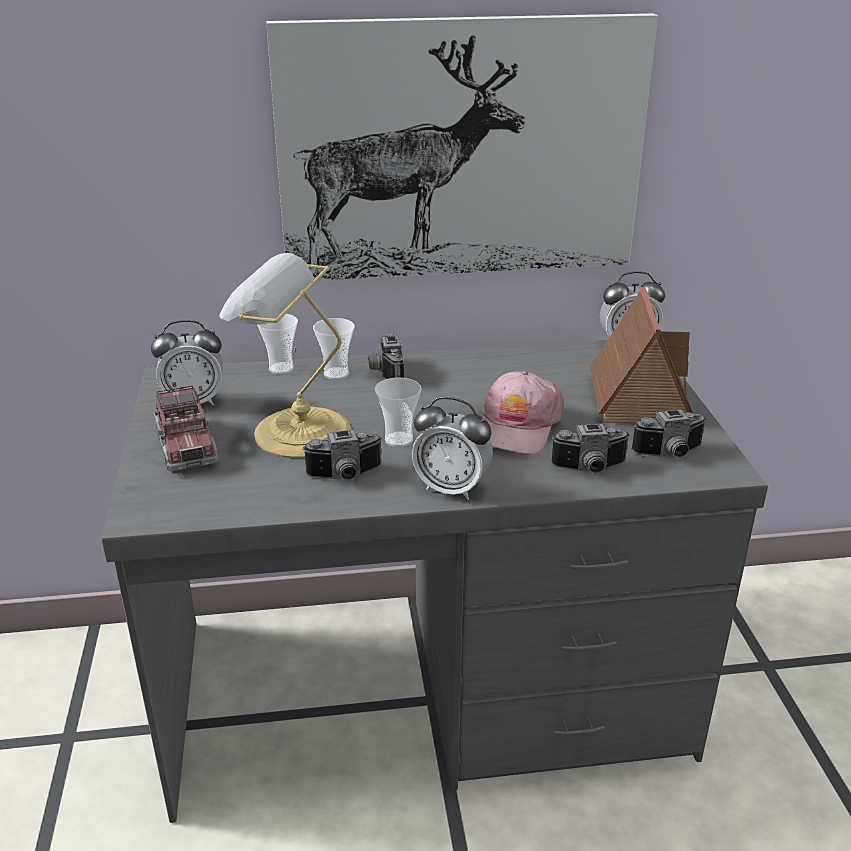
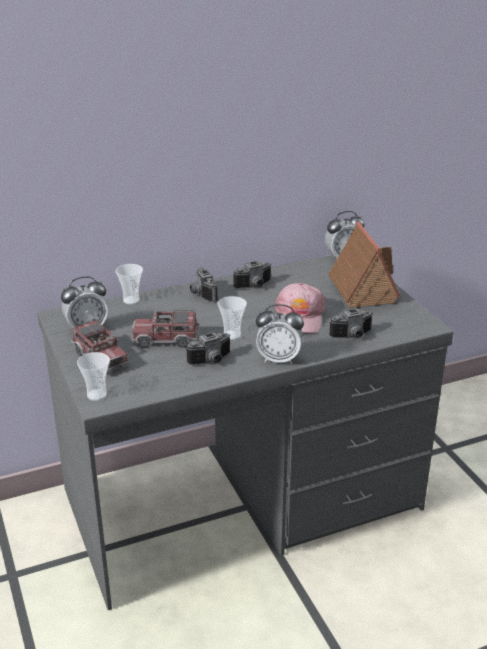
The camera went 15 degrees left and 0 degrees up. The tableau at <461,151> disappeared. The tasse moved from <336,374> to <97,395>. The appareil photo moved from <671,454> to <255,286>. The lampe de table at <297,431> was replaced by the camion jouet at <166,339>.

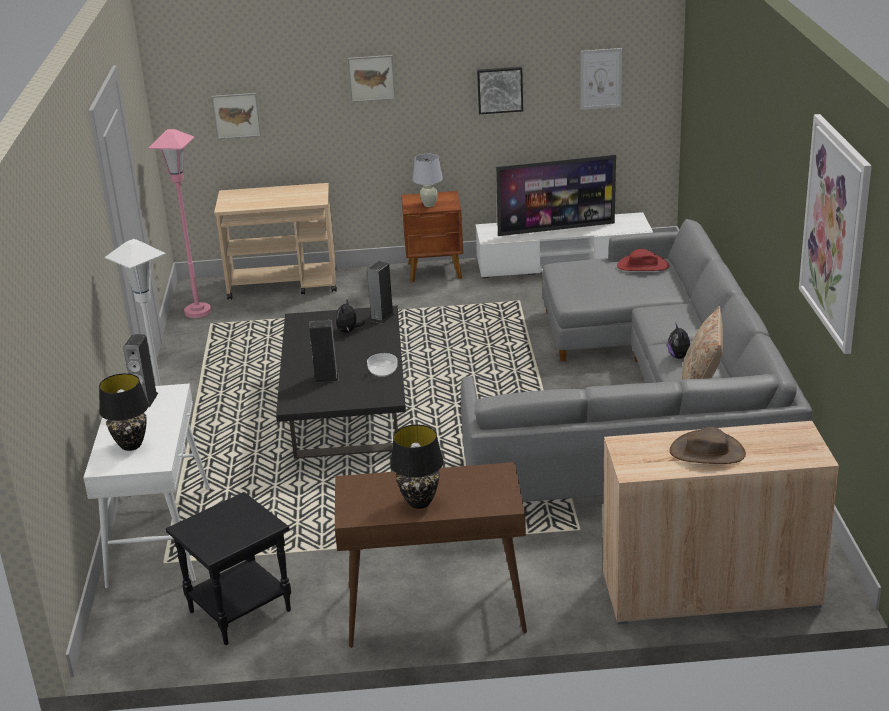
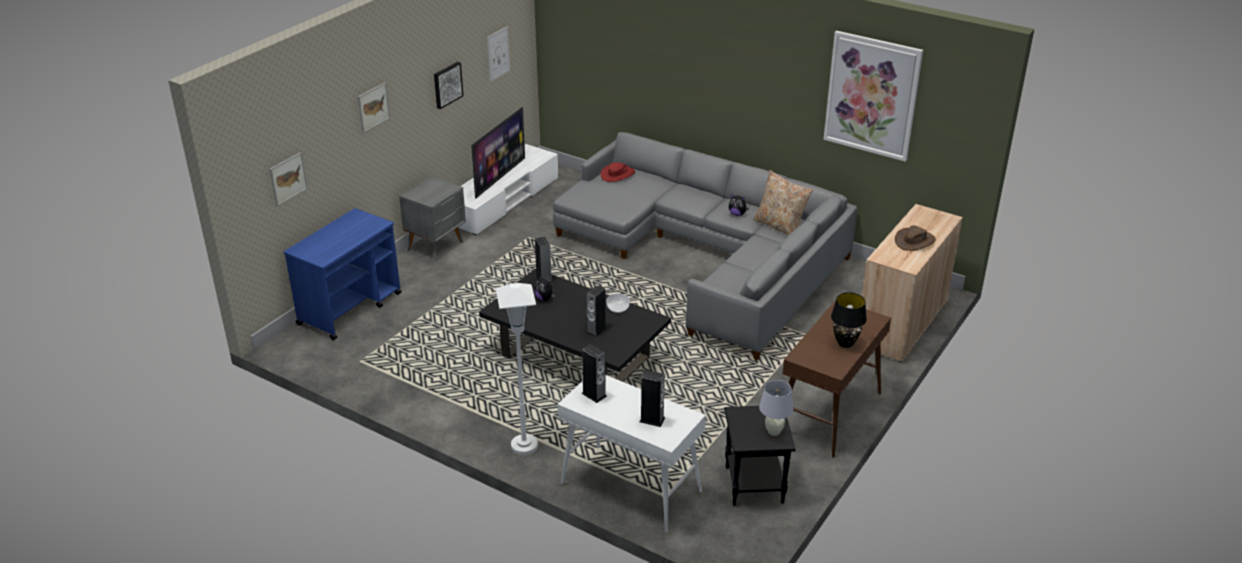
The camera went 55 degrees left and 5 degrees up. The lampadaire (rose) at <198,312> disappeared. The lampe de table (blanc) moved from <429,205> to <774,431>. The lampe de table (noir) at <131,445> was replaced by the enceinte at <652,419>. The chariot (beige) at <284,284> became the chariot (bleu) at <350,308>. The table de chevet (marron) at <435,271> became the table de chevet (gris) at <436,246>.

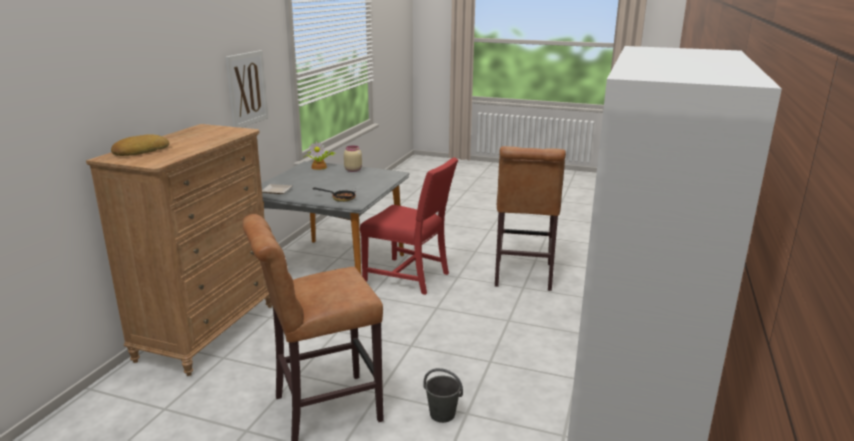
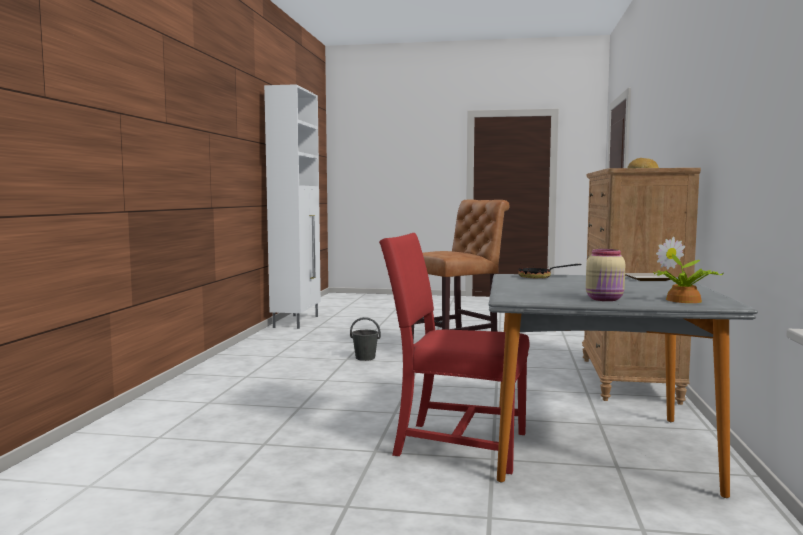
The camera went 170 degrees right and 15 degrees down. The tableau at <247,89> disappeared. The tabouret (marron) at <523,277> disappeared.

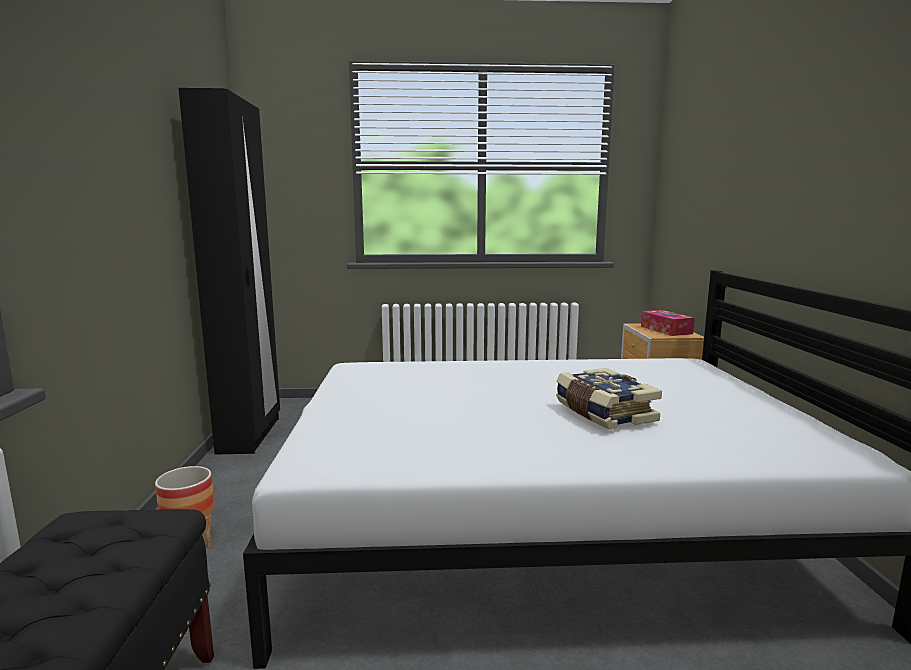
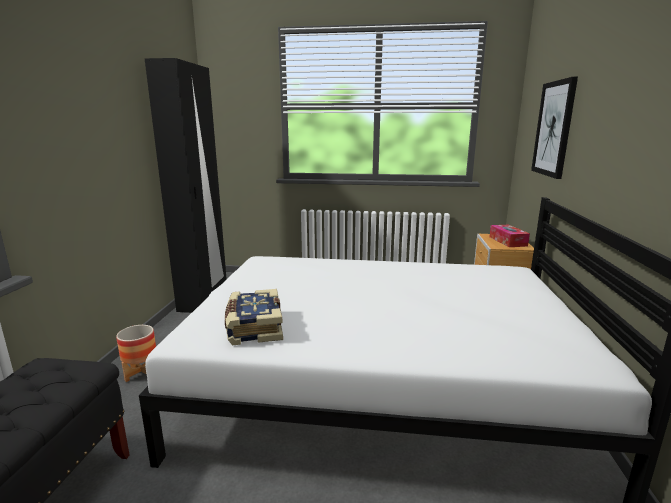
The camera went 10 degrees right and 5 degrees up. The tableau at <554,129> appeared. The livre moved from <603,413> to <253,327>.

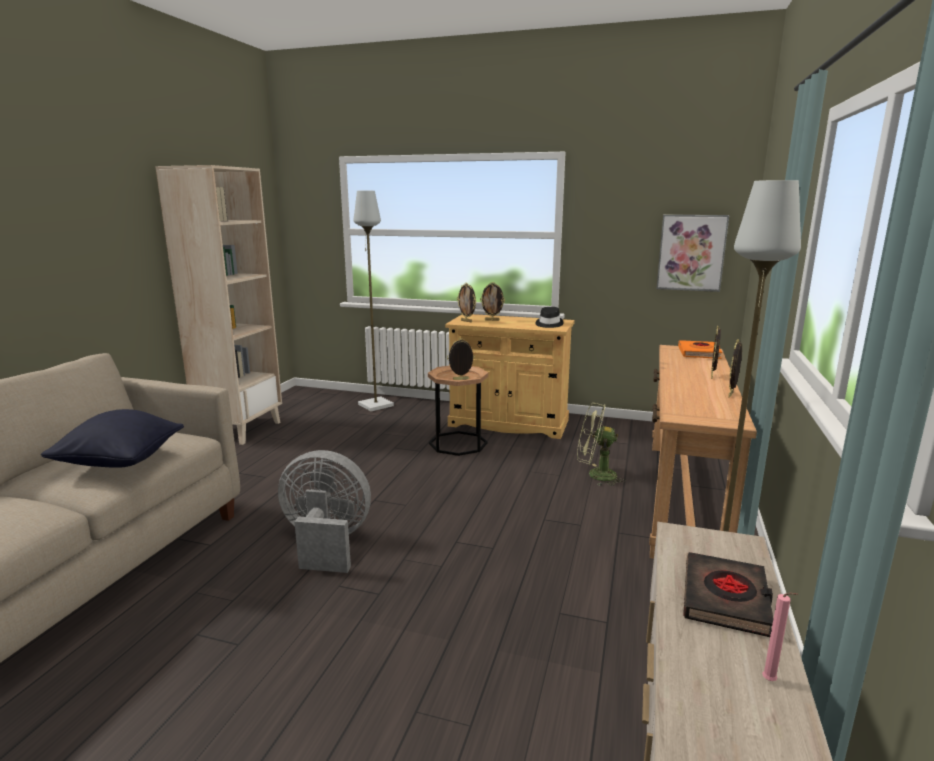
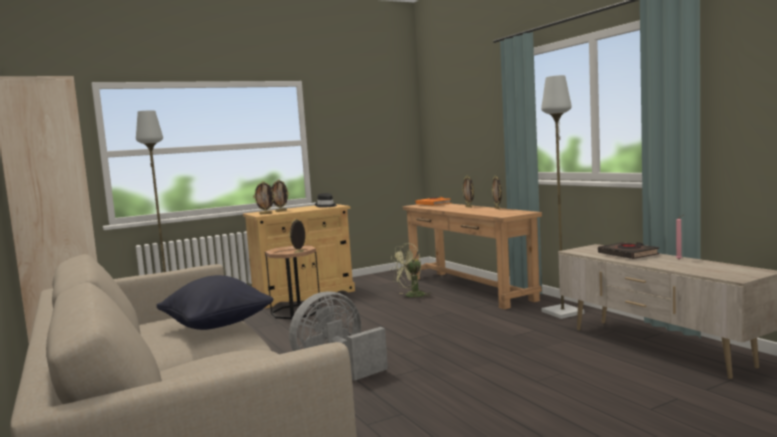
The camera went 45 degrees left and 10 degrees down. The tableau at <691,252> disappeared.

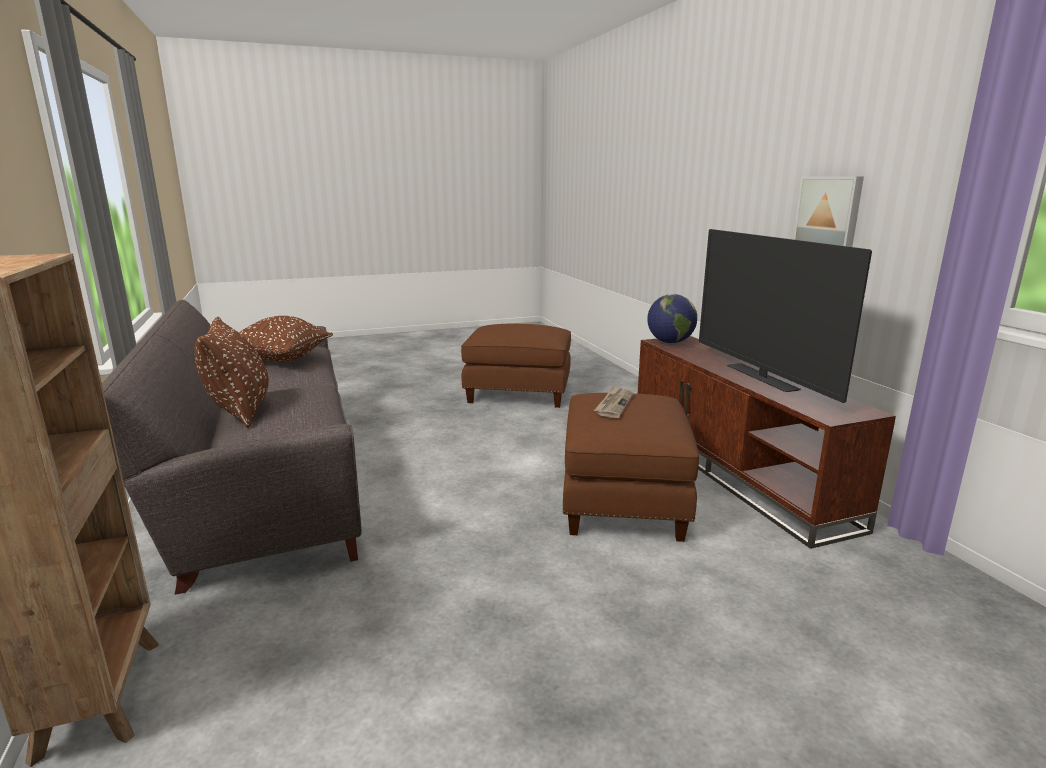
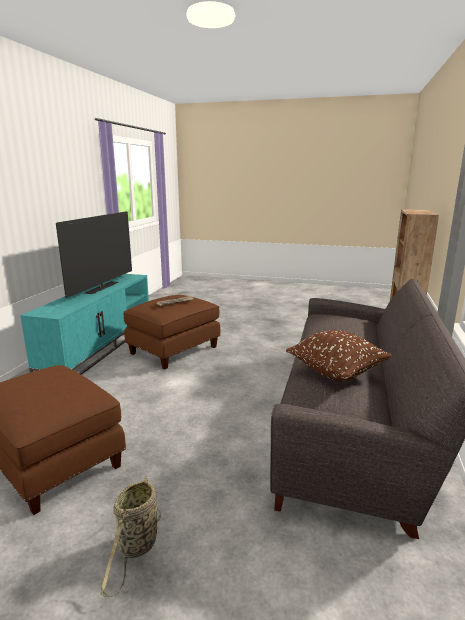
The camera went 145 degrees left and 0 degrees up. The coussin (marron) at <240,411> disappeared. The globe at <670,342> disappeared. The tableau at <829,213> disappeared. The panier at <137,548> appeared. The meuble télé (marron) at <734,470> became the meuble télé (turquoise) at <99,346>.

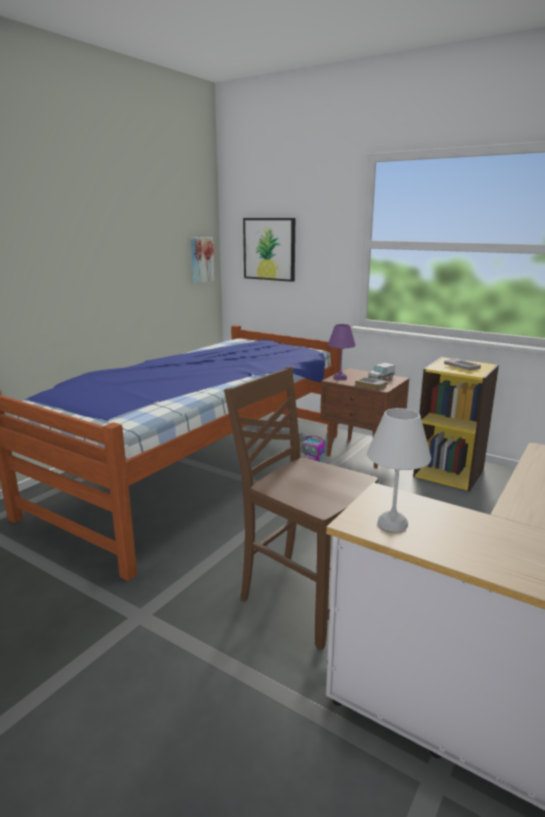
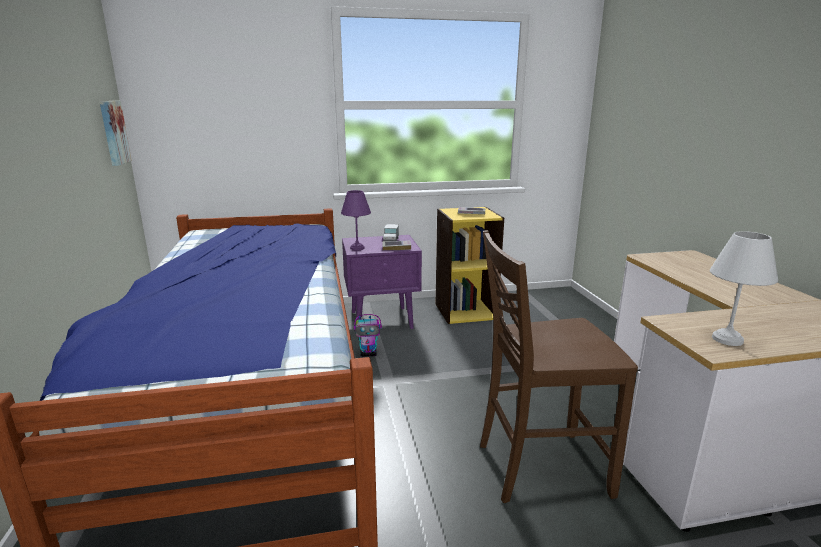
The camera went 45 degrees left and 0 degrees up. The tableau at <269,249> disappeared. The table de chevet (marron) at <362,453> became the table de chevet (violet) at <382,320>.

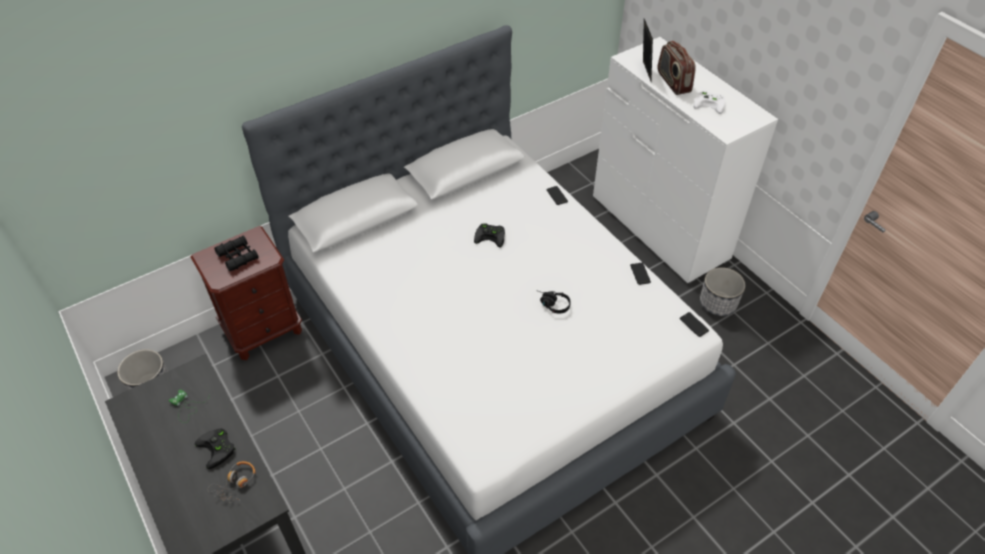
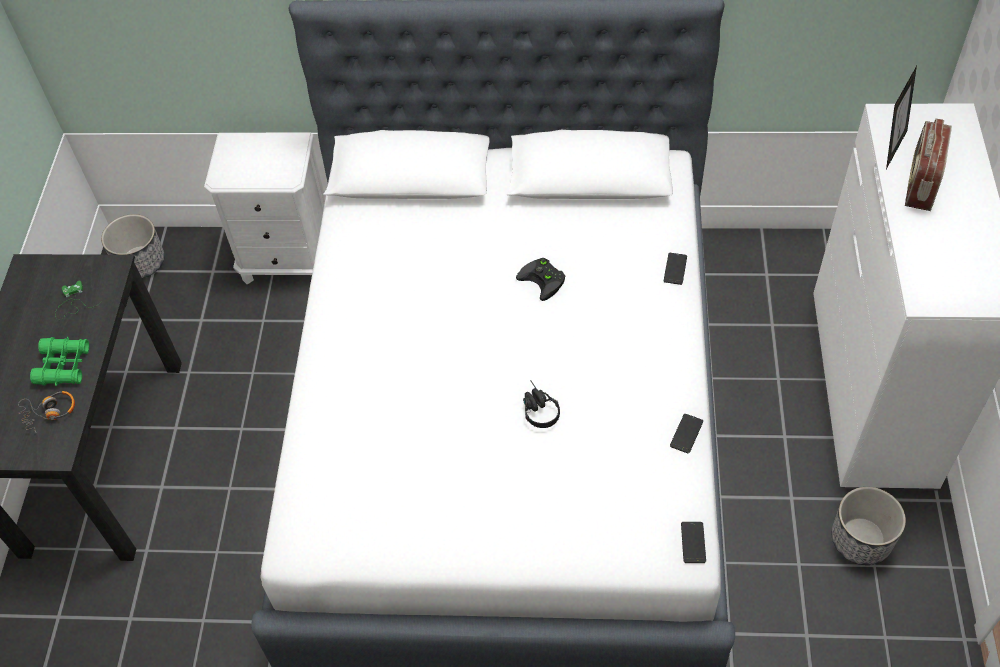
The camera went 40 degrees right and 5 degrees up. The jumelles (noir) at <238,256> disappeared. The manette (blanc) at <710,104> disappeared. The manette (noir) at <218,449> was replaced by the jumelles (vert) at <64,366>. The table de chevet (marron) at <263,330> became the table de chevet (blanc) at <288,259>.

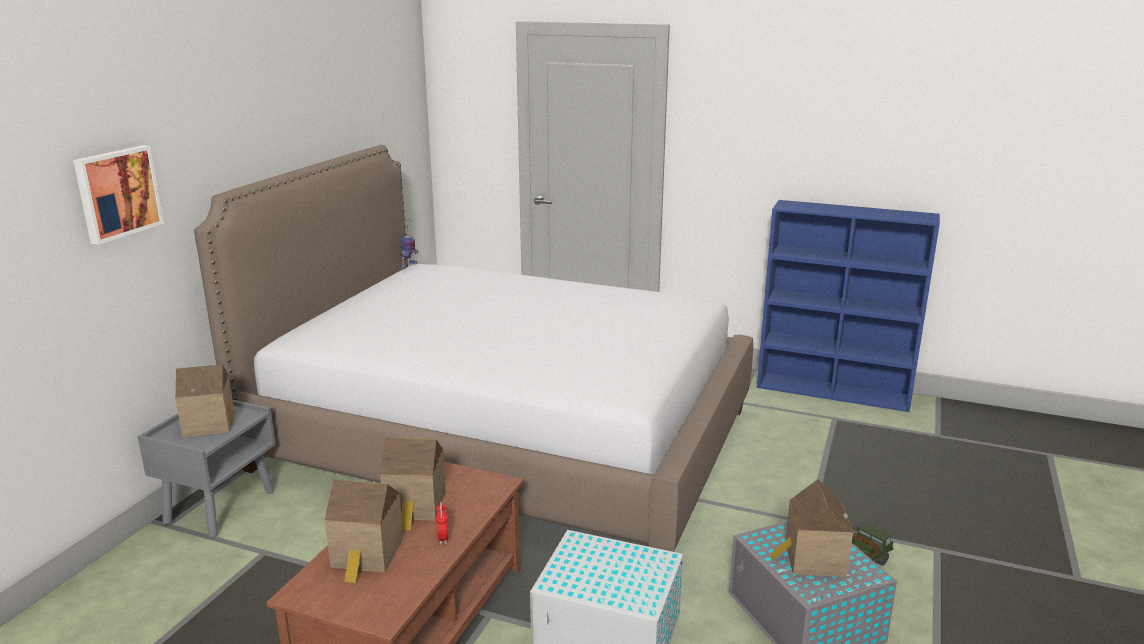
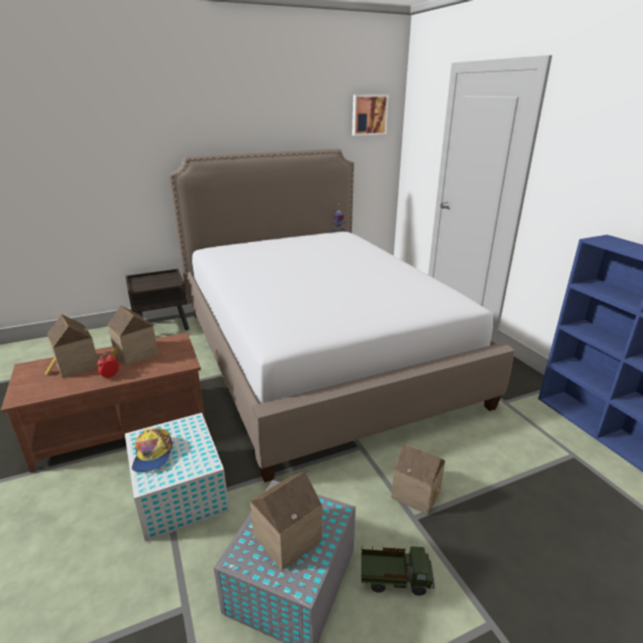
The camera went 45 degrees right and 5 degrees up. The casquette at <153,454> appeared. The tableau moved from <117,193> to <369,115>. The maison miniature moved from <209,423> to <416,491>. The table de chevet (gris) at <221,506> became the table de chevet (marron) at <163,327>.

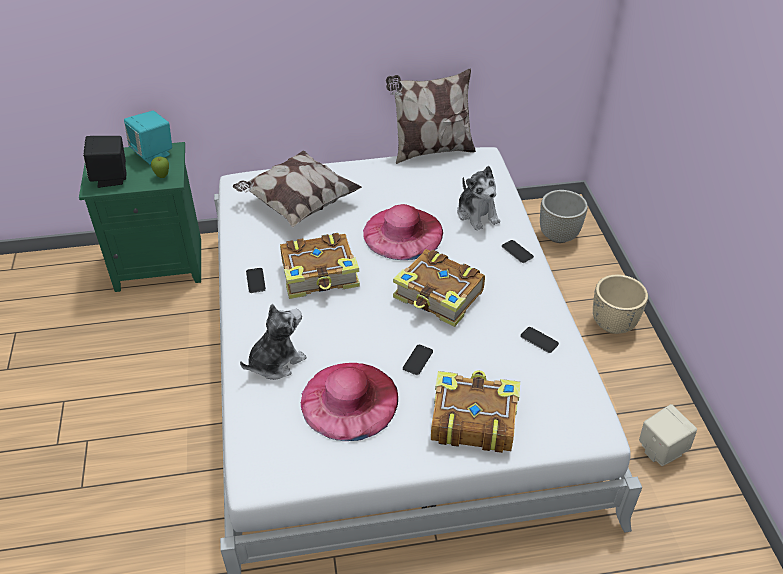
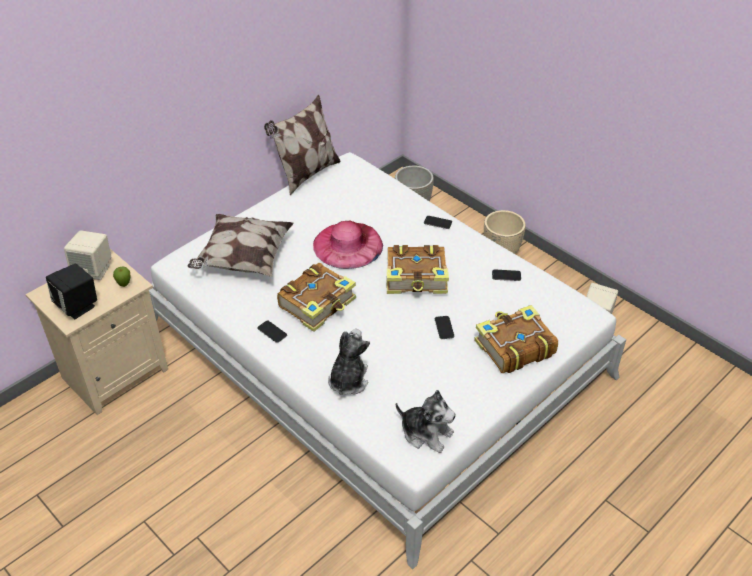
The camera went 35 degrees left and 0 degrees up. The chapeau (rose) at <349,400> disappeared. The peluche moved from <477,214> to <426,433>. The table de chevet (vert) at <161,263> became the table de chevet (beige) at <115,372>. The enceinte (turquoise) at <153,154> became the enceinte (beige) at <94,270>.

